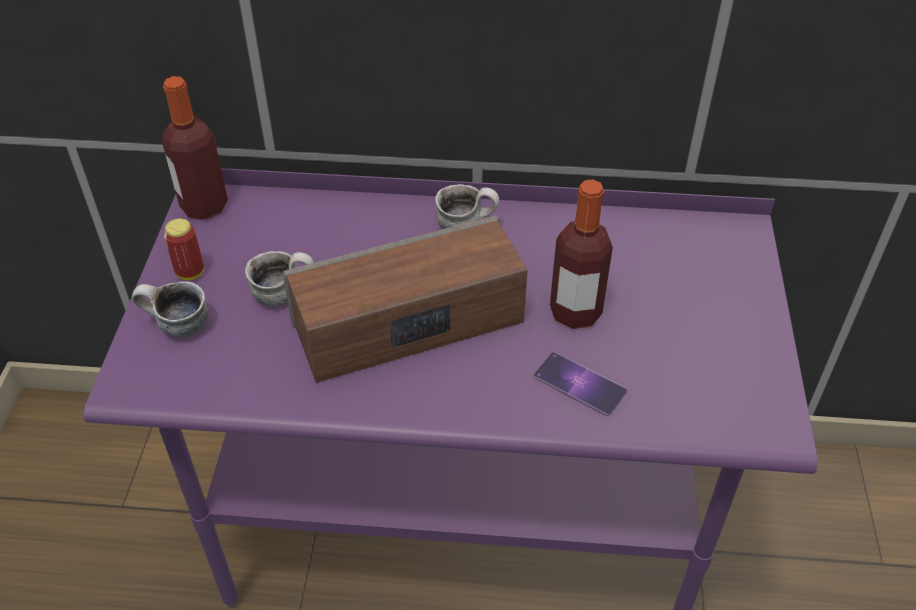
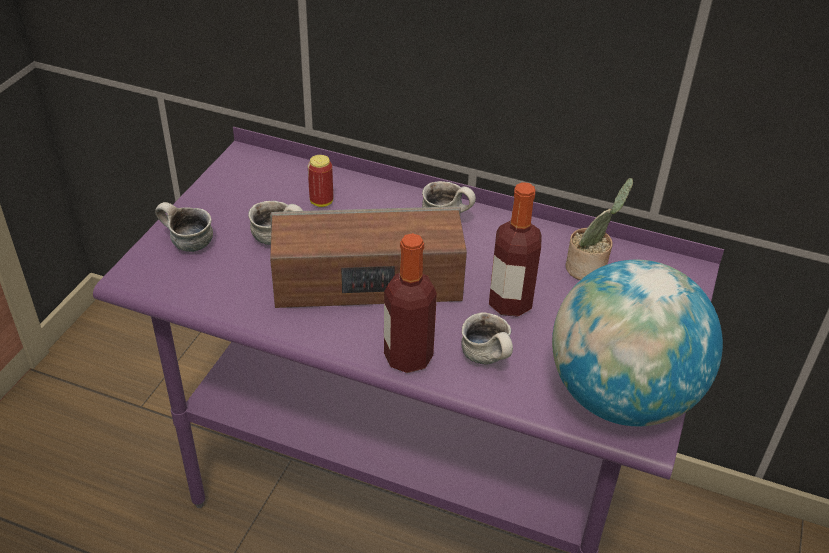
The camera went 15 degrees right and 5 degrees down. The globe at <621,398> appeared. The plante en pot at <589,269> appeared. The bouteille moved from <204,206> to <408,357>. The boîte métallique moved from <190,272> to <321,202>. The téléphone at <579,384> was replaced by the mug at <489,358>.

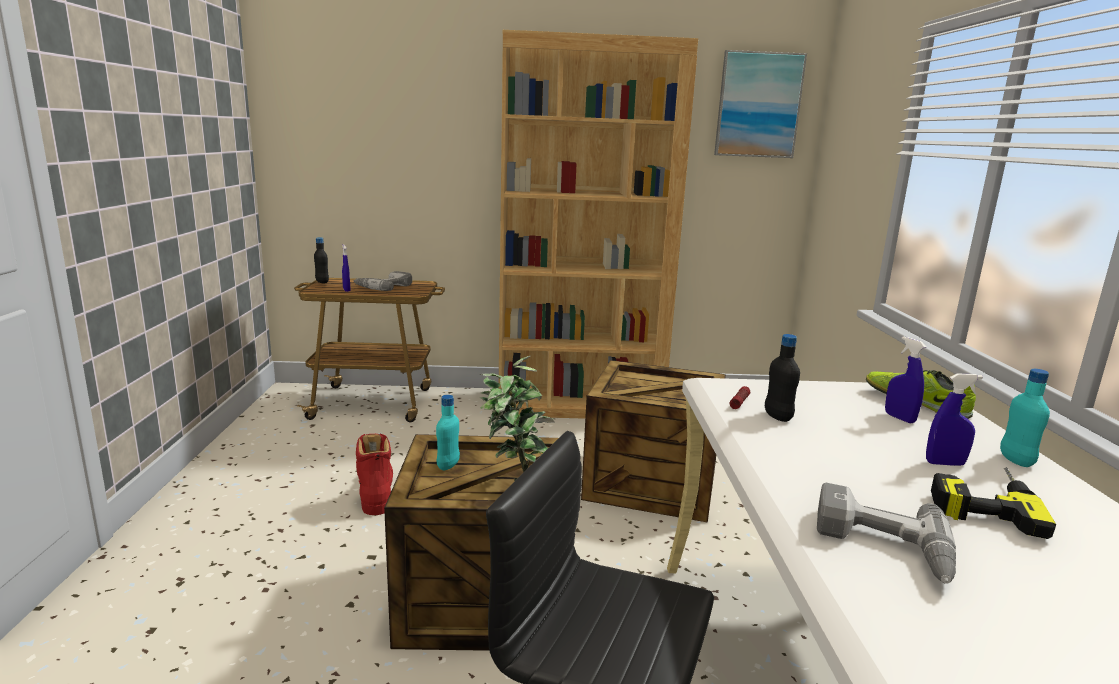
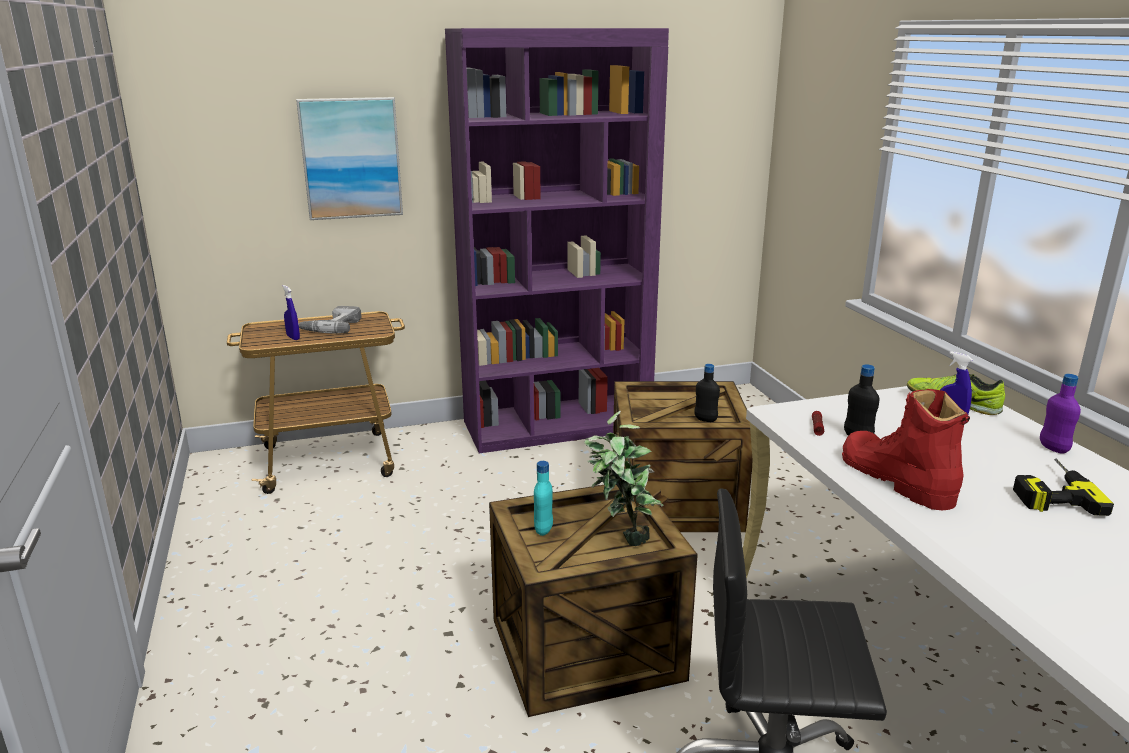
The camera went 15 degrees left and 5 degrees up. The perceuse at <881,547> disappeared. The vaporisateur (bleu) at <945,463> disappeared. The bouteille (noir) moved from <322,282> to <705,419>. The botte (rouge) moved from <376,492> to <896,480>. The tableau moved from <758,105> to <351,158>. The bibliothèque (marron) at <580,405> became the bibliothèque (violet) at <557,426>. The bouteille (turquoise) at <1016,460> became the bouteille (violet) at <1053,448>.

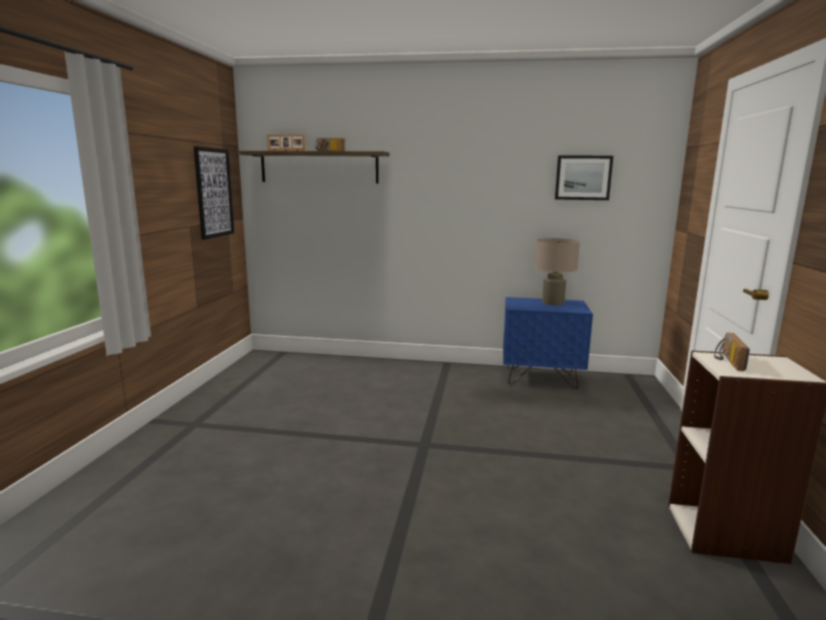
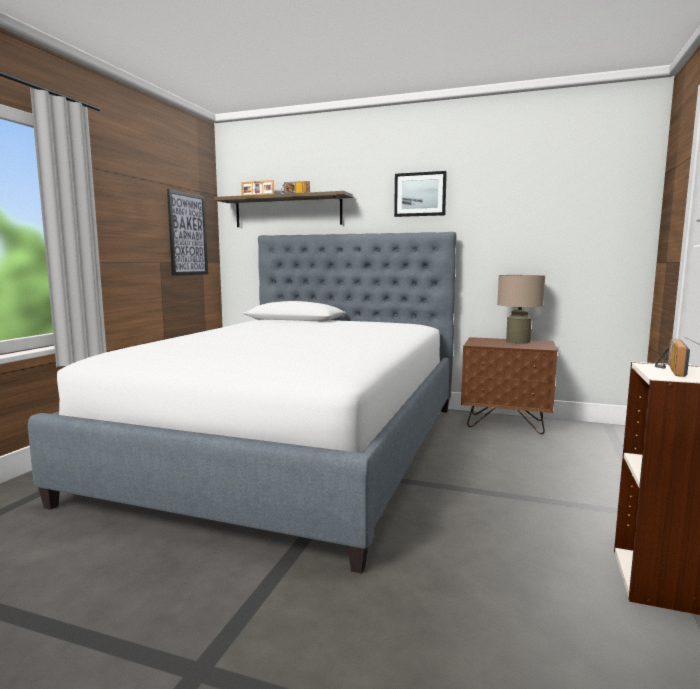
The camera went 10 degrees right and 5 degrees down. The lit at <295,447> appeared. The tableau moved from <583,177> to <420,194>. The table de chevet (bleu) at <541,378> became the table de chevet (marron) at <506,423>.

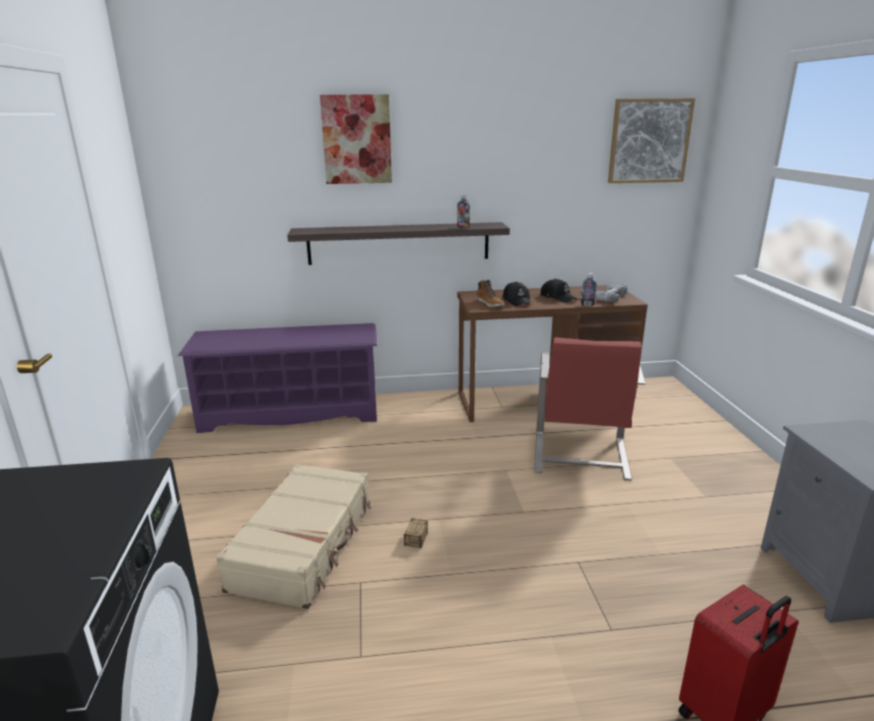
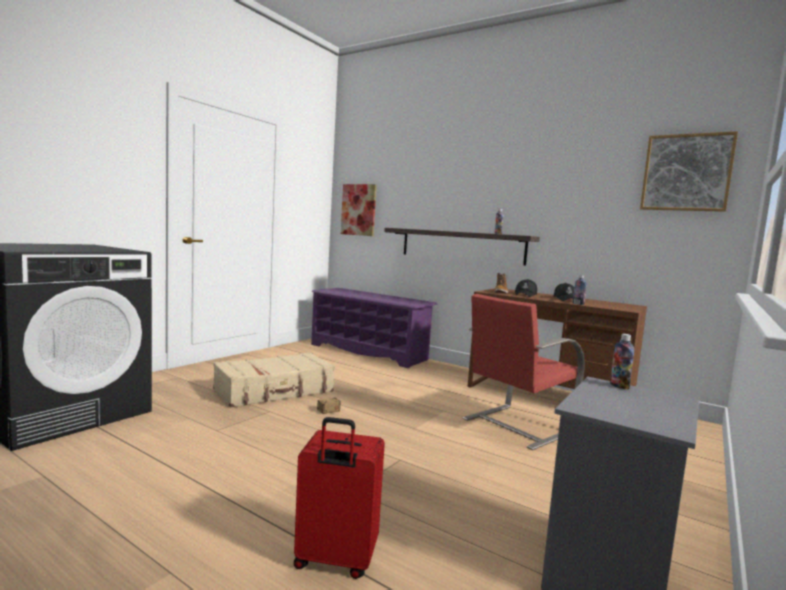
The camera went 40 degrees right and 15 degrees down. The perceuse at <603,296> disappeared. The bouteille at <619,386> appeared. The tableau moved from <357,139> to <359,210>.

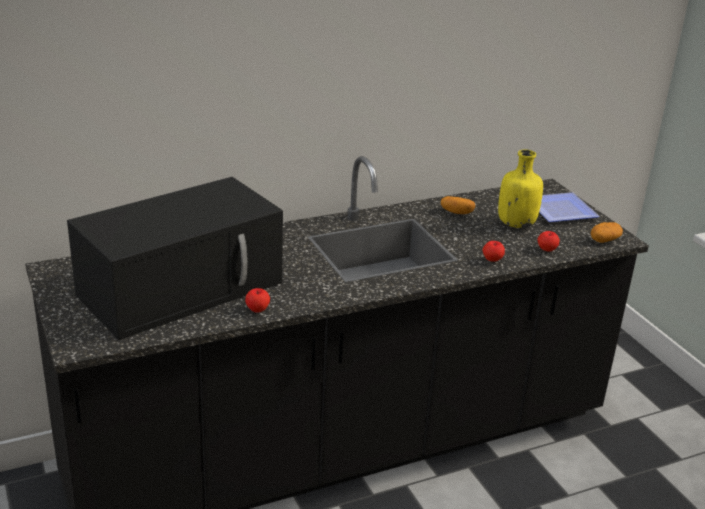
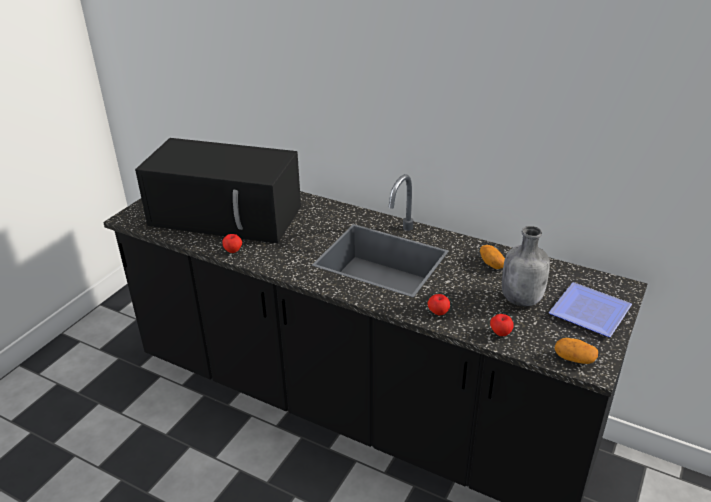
The camera went 55 degrees right and 5 degrees up. The bouteille (jaune) at <516,223> became the bouteille (gris) at <522,299>.

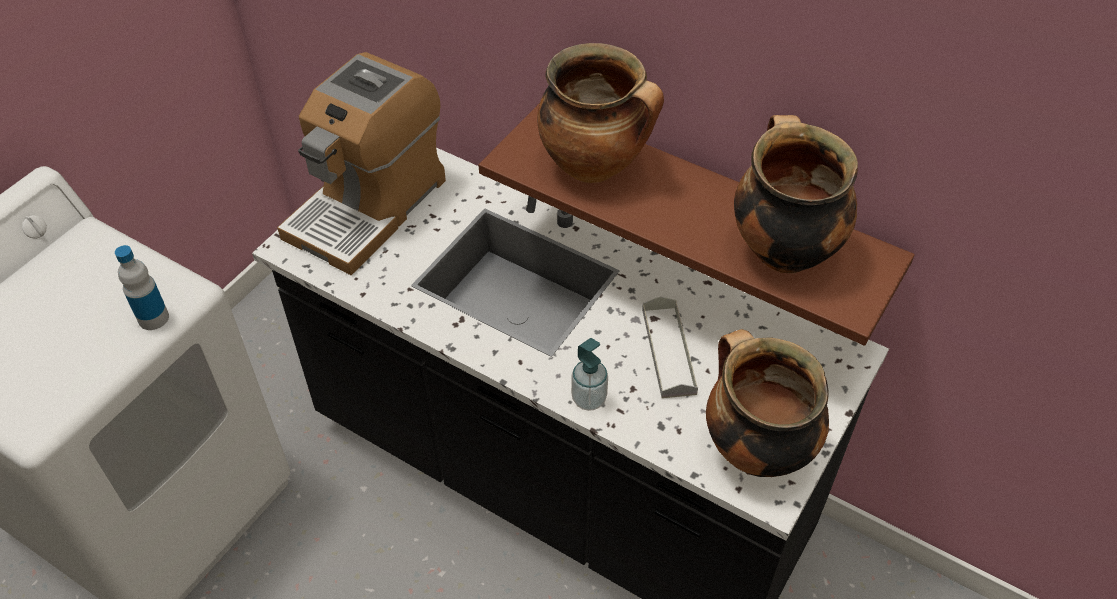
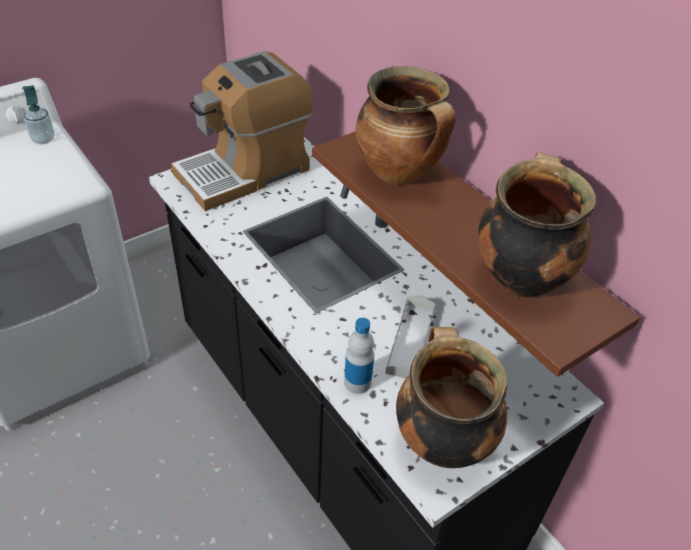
The camera went 20 degrees right and 5 degrees down. The bouteille moved from <153,318> to <357,382>. The distributeur de savon moved from <589,399> to <43,139>.

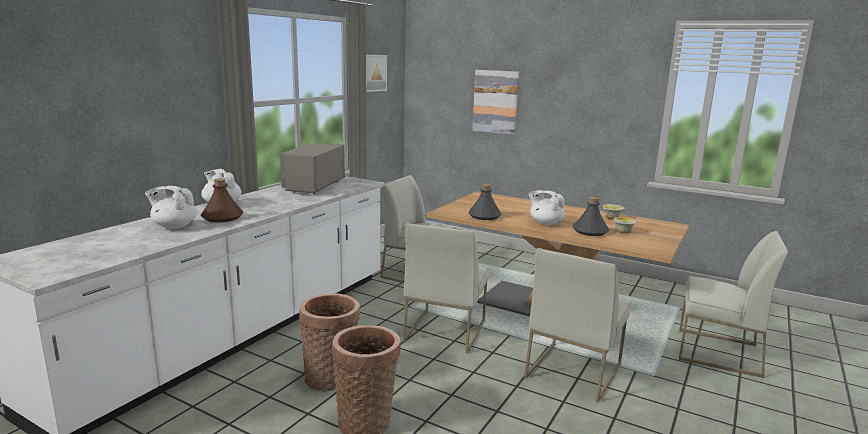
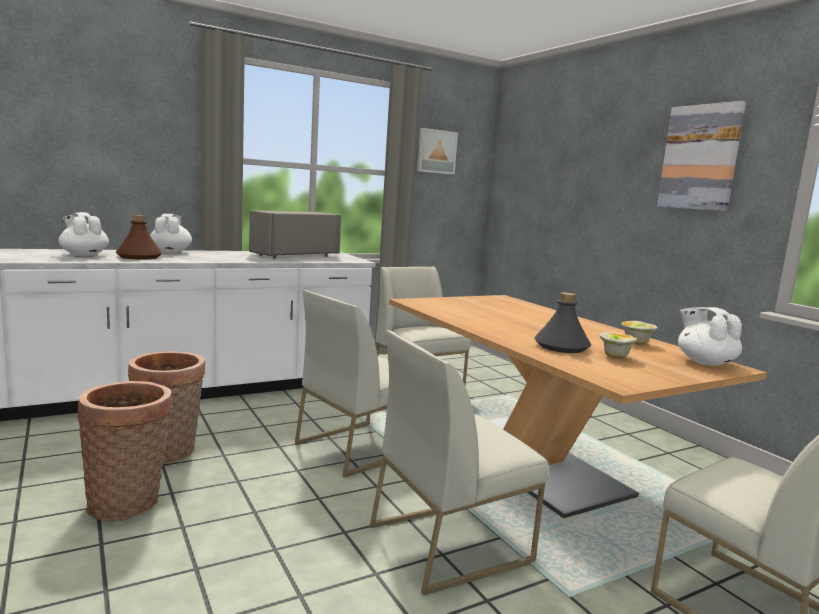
The camera went 30 degrees right and 5 degrees down. The bouteille (gris) at <484,216> disappeared. The tableau moved from <495,102> to <700,157>. The théière (blanc) moved from <545,223> to <704,362>.

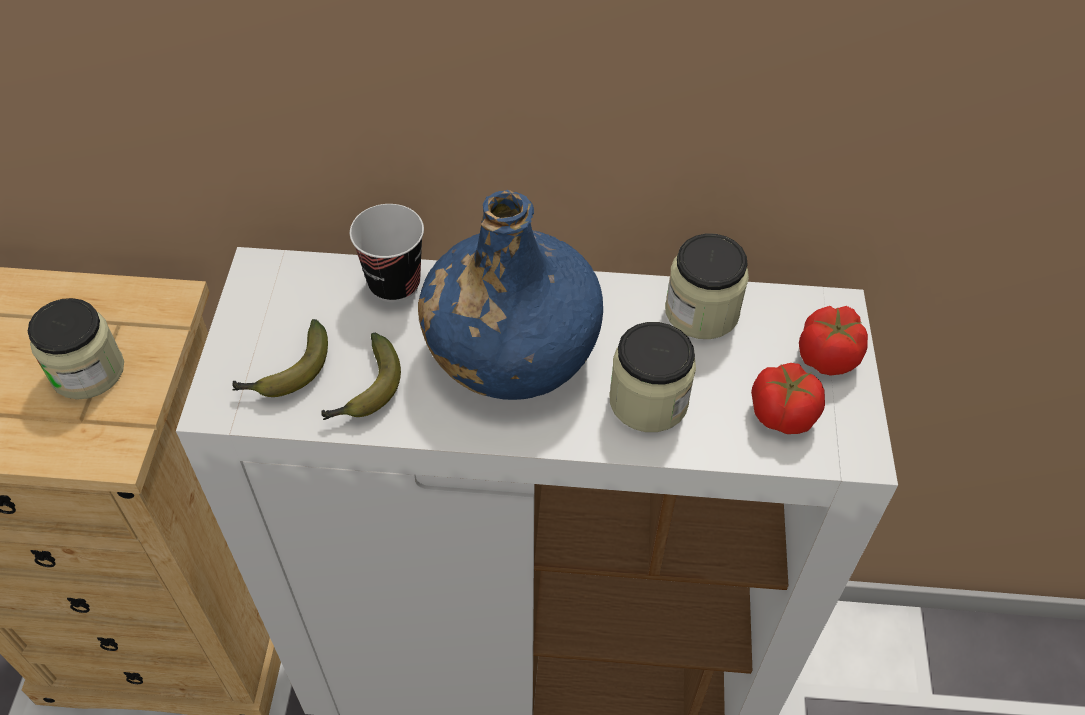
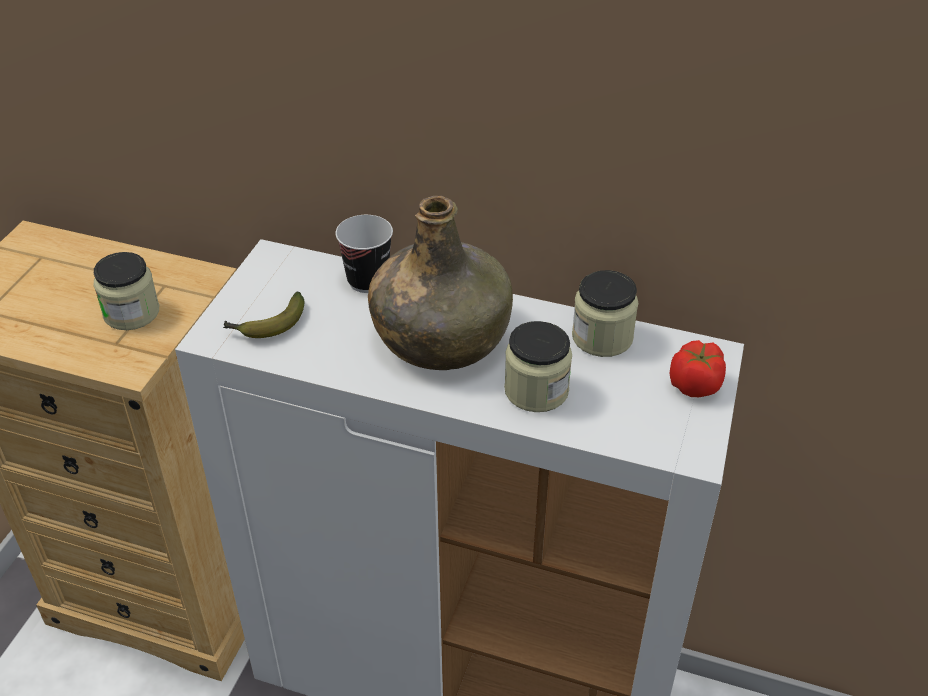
The camera went 15 degrees right and 10 degrees down. The banane at <365,391> disappeared. The tomate at <782,413> disappeared. The bouteille (bleu) at <511,348> became the bouteille (vert) at <441,337>.

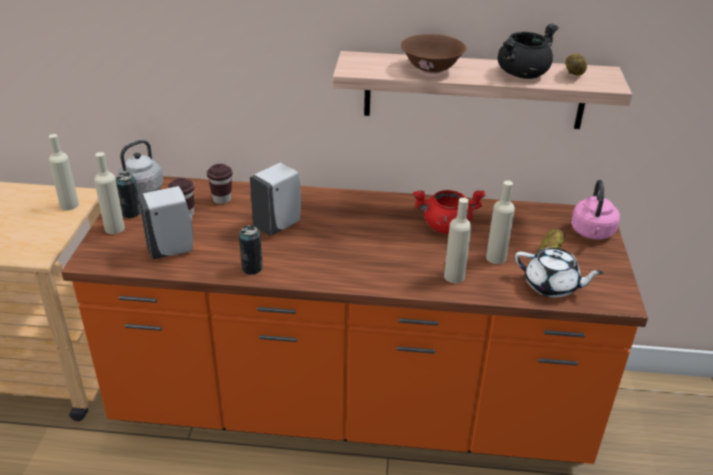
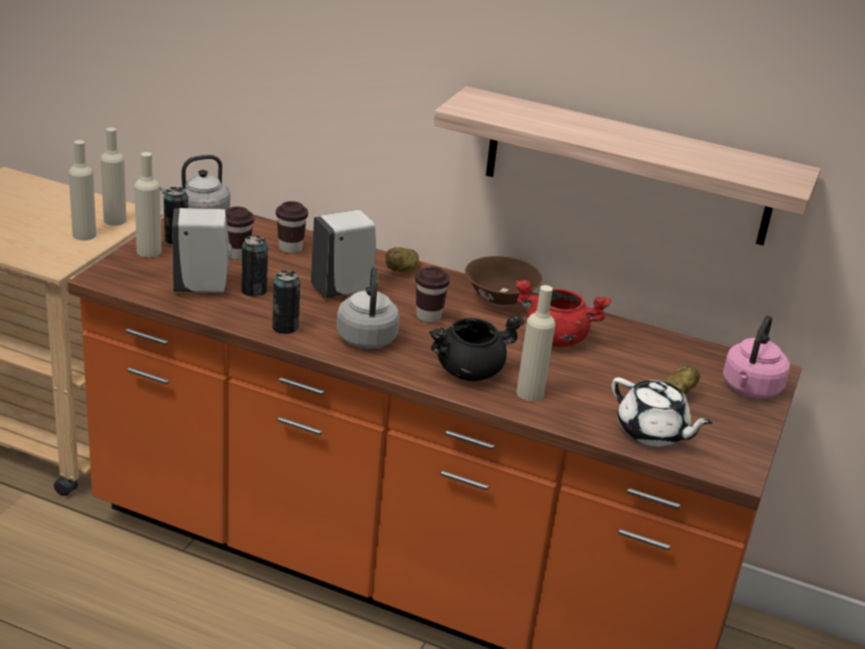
The camera went 15 degrees right and 5 degrees down. The boîte métallique at <254,291> appeared. The bouilloire (gris) at <366,337> appeared. The tasse (marron) at <428,316> appeared. The bol (marron) moved from <431,68> to <500,299>. The bouteille (beige) moved from <496,258> to <84,235>. The marmite (noir) moved from <522,73> to <469,370>. The pomme de terre moved from <574,74> to <402,270>.

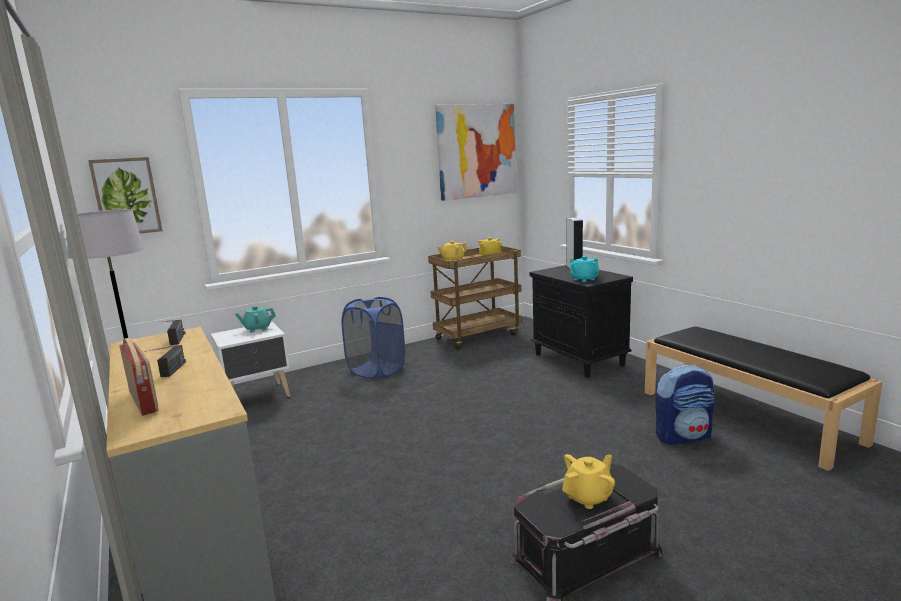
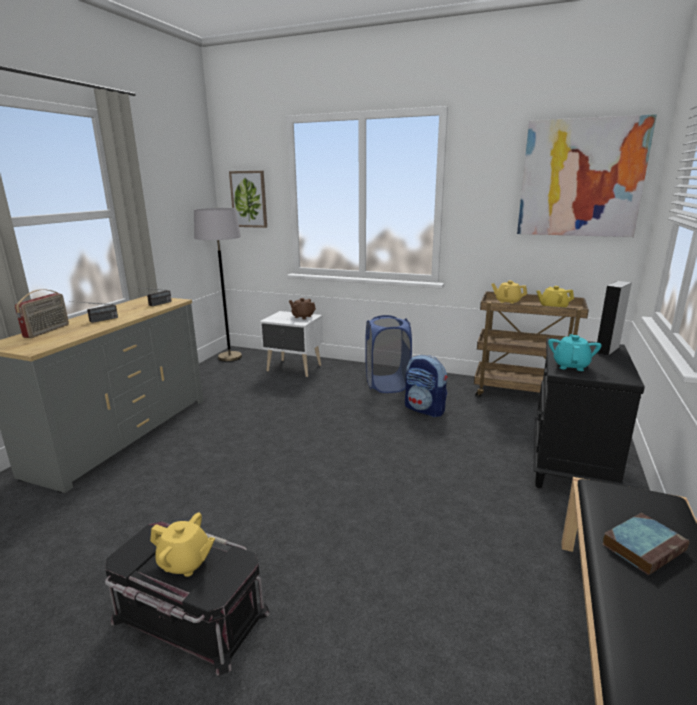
The camera went 50 degrees right and 5 degrees up. The livre at <643,546> appeared. The sac à dos moved from <683,436> to <425,409>. The théière (turquoise) at <257,329> became the théière (marron) at <302,316>.

